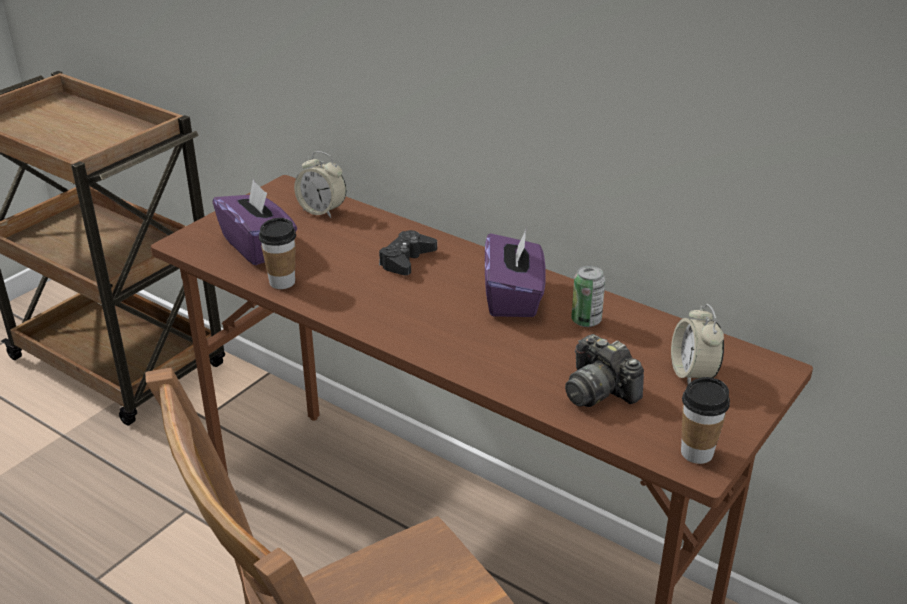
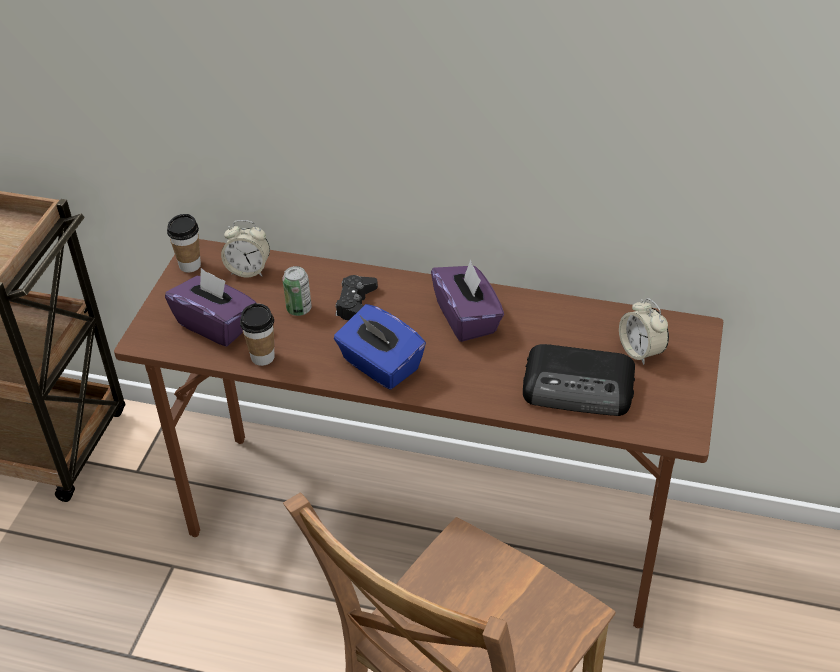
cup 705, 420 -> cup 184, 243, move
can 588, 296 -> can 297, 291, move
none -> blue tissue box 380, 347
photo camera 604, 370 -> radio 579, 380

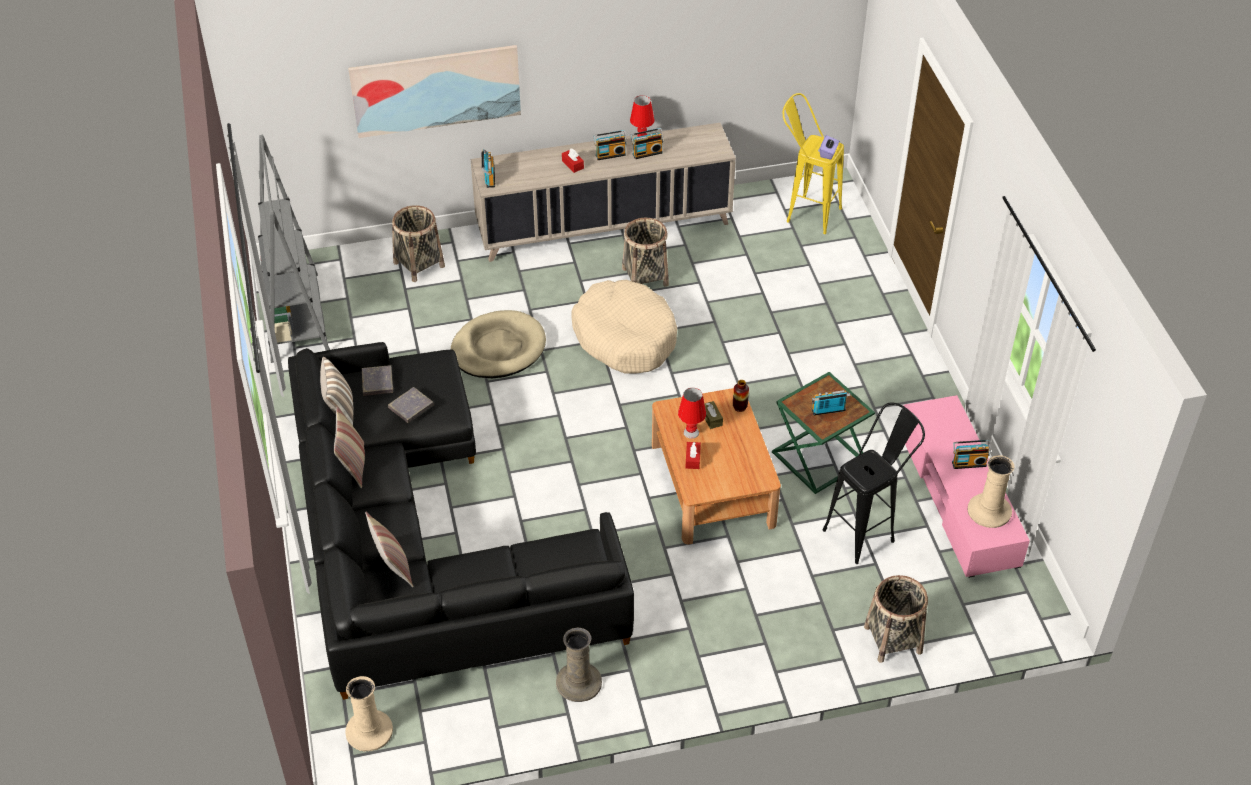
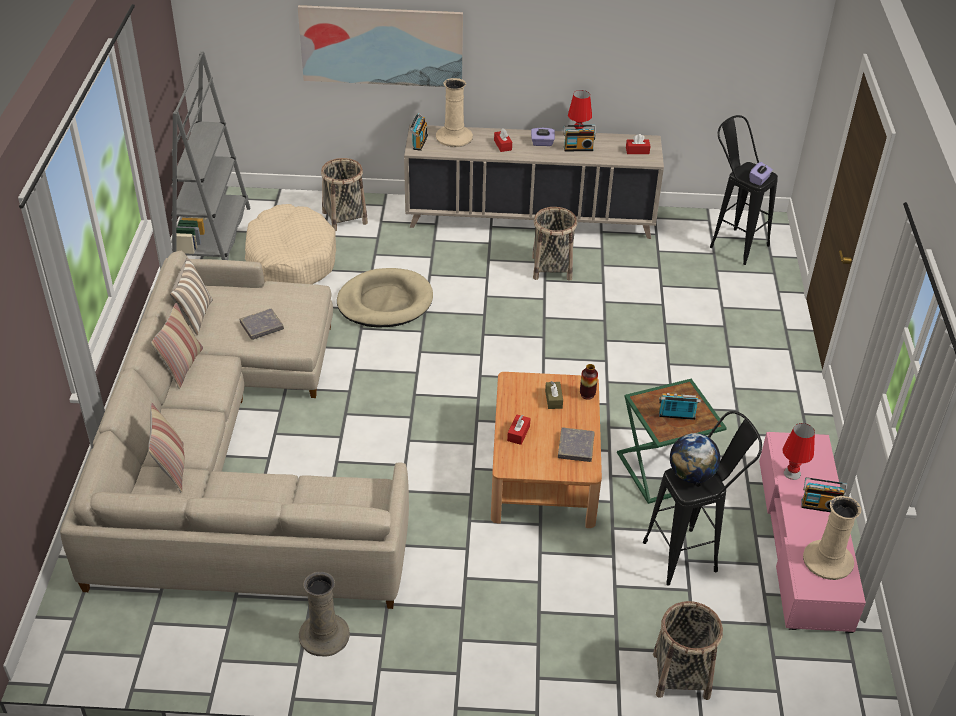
black sofa 461, 521 -> beige sofa 234, 430
beige dog bed 624, 326 -> beige dog bed 290, 244, move
beige vase 369, 714 -> beige vase 454, 112, move
radio 610, 145 -> purple tissue box 543, 137
grey book 377, 380 -> grey book 576, 445, move
none -> red tissue box 638, 144
none -> globe 695, 458
yellow stool 813, 163 -> black stool 744, 190
red table lamp 692, 413 -> red table lamp 798, 451, move

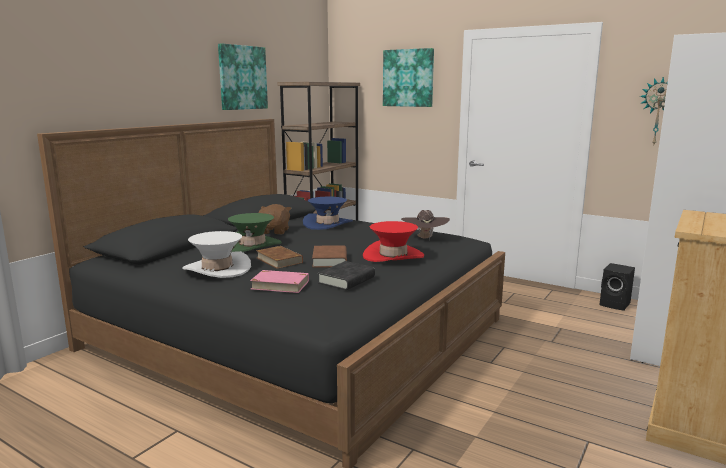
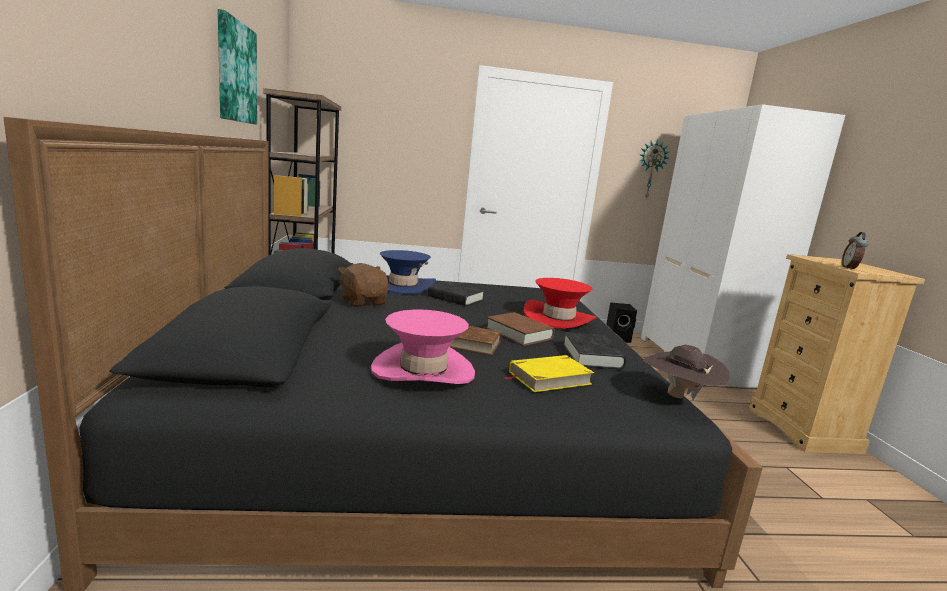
white hat 216, 254 -> pink hat 423, 346
none -> black book 456, 293
pink book 279, 281 -> yellow book 548, 373
brown hat 425, 225 -> brown hat 686, 373, move
none -> alarm clock 855, 251
green hat 255, 232 -> none
picture 408, 77 -> none

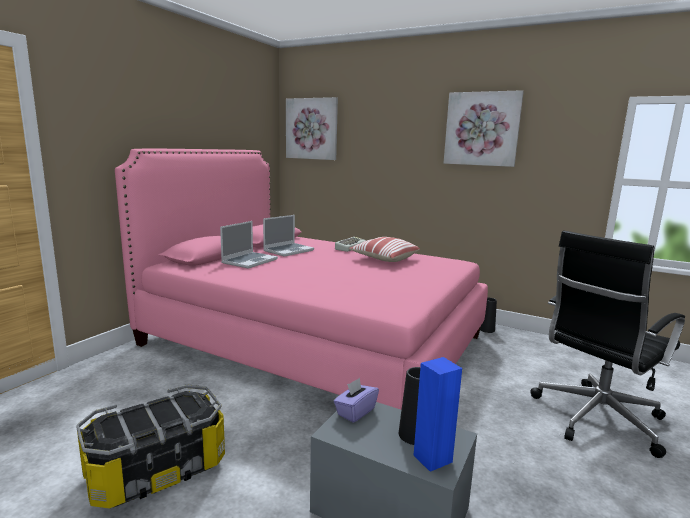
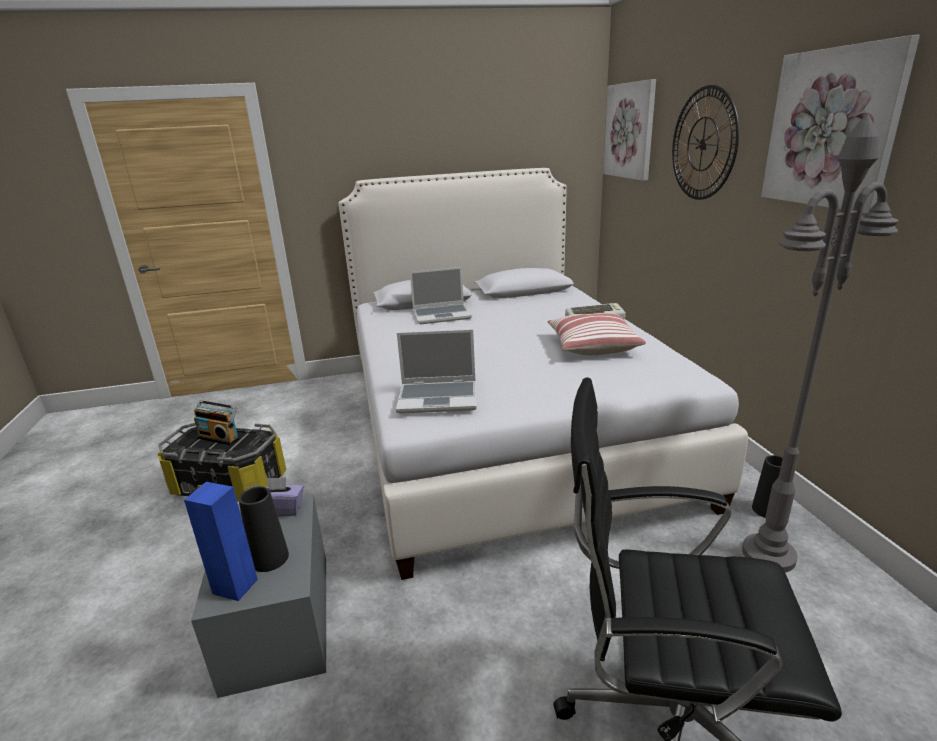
none -> radio 217, 422
pink bed 301, 279 -> white bed 543, 374
laptop 288, 236 -> laptop 436, 371, move
none -> wall clock 705, 142
none -> grey floor lamp 820, 342

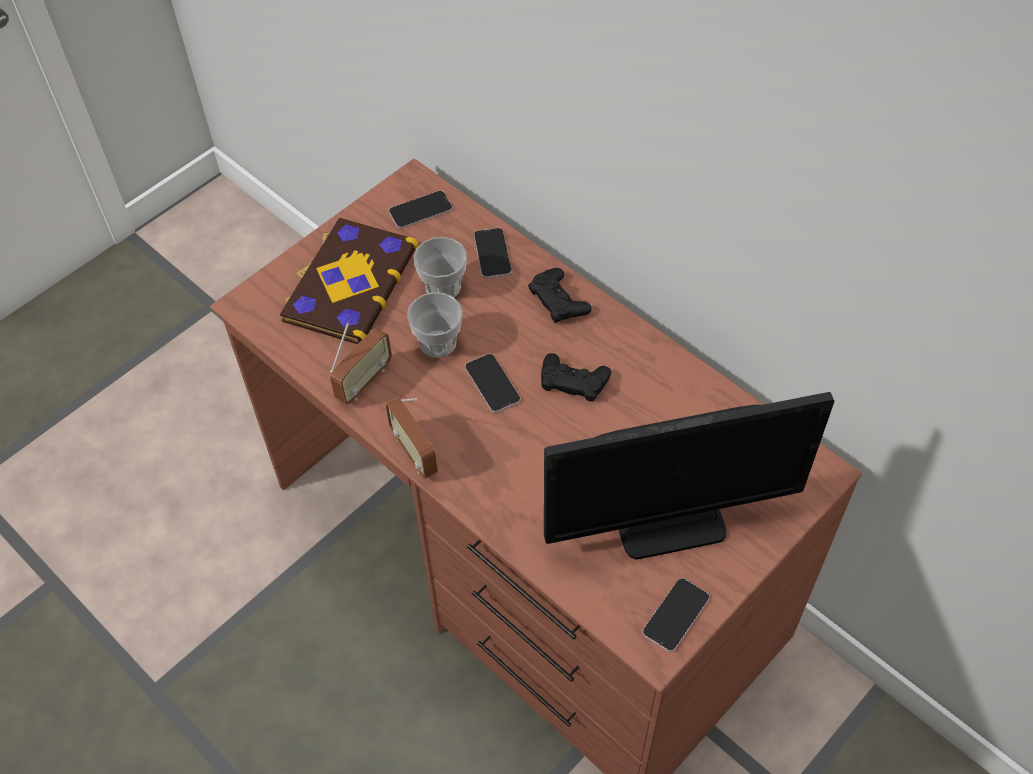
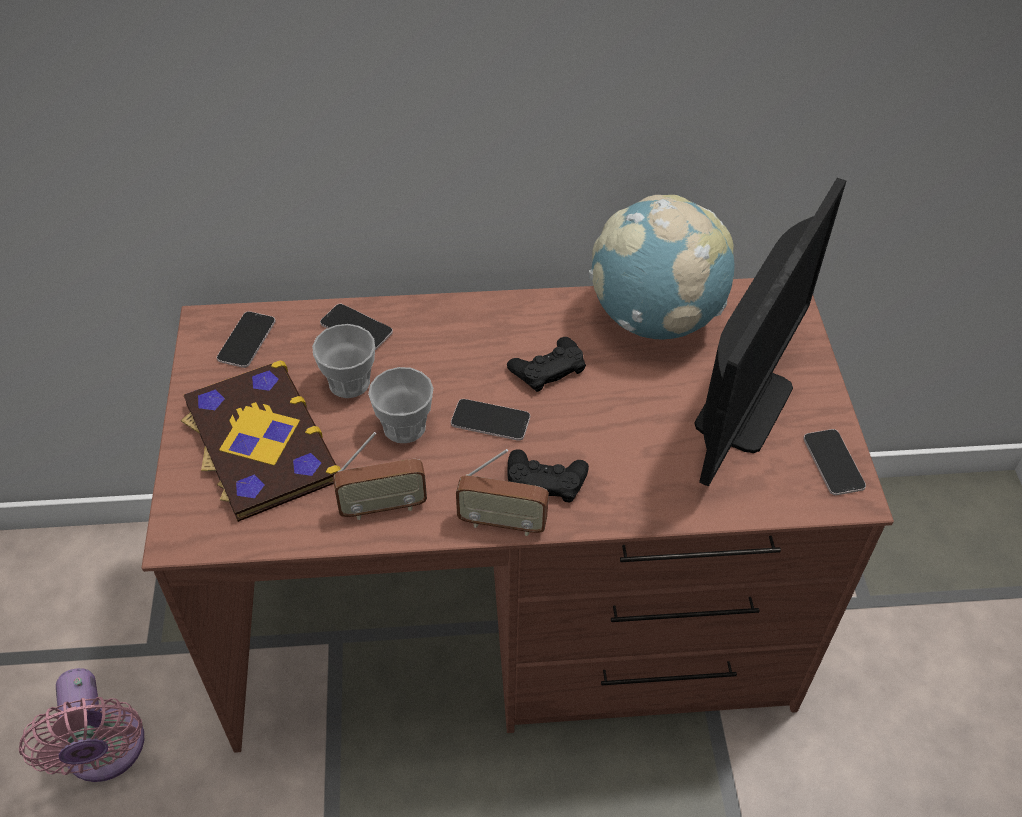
none -> pink fan 81, 725
radio 361, 363 -> radio 380, 476, 90 degrees clockwise
black game controller 560, 295 -> black game controller 548, 475, move
none -> globe 661, 267

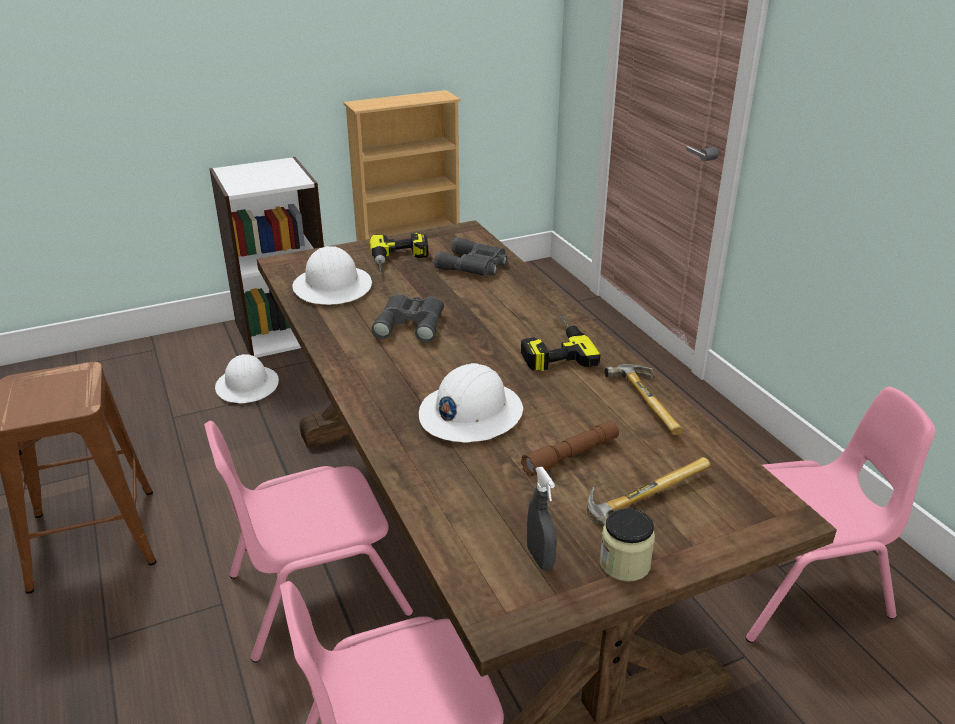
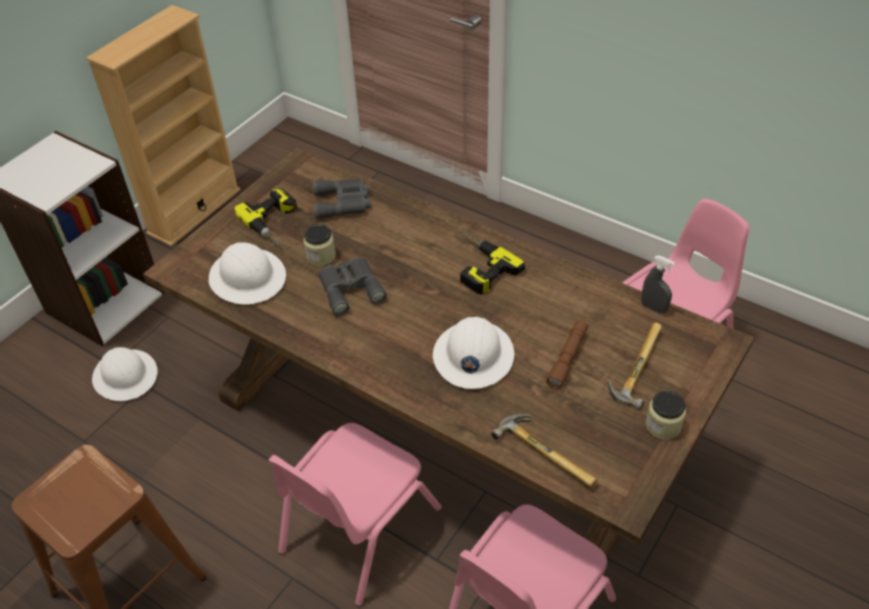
none -> jar 319, 245
hammer 643, 399 -> hammer 544, 450, move
grey spray bottle 542, 519 -> grey spray bottle 658, 285, move

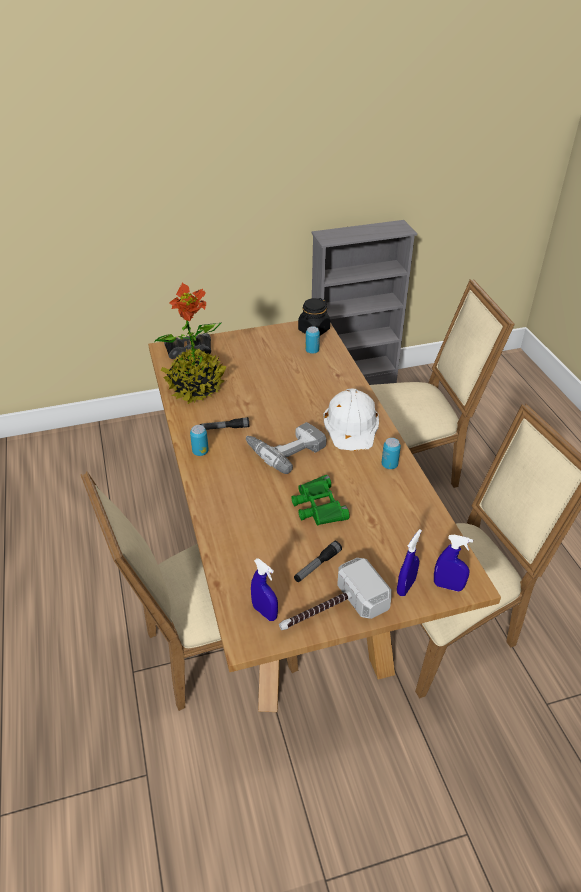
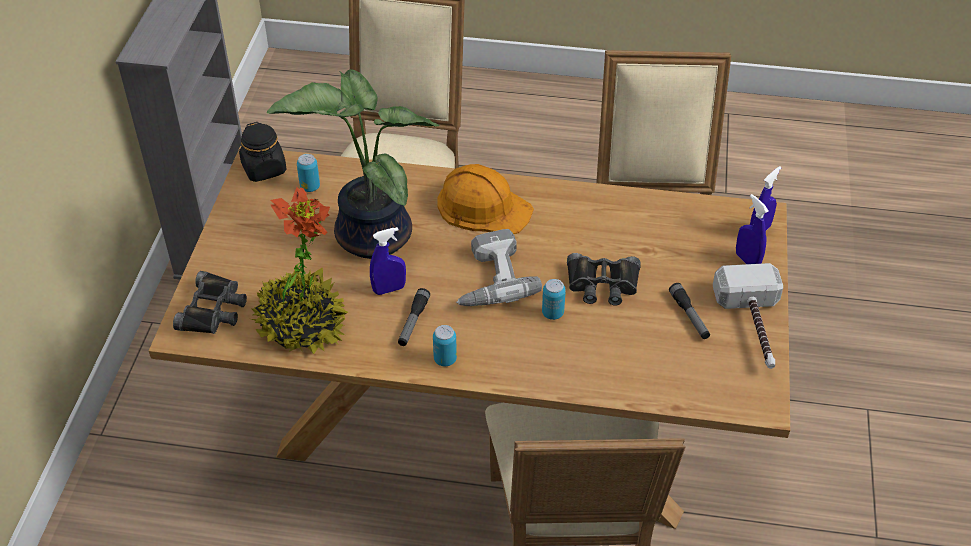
none -> potted plant 353, 164
blue spray bottle 264, 589 -> blue spray bottle 388, 261, move
white hard hat 351, 419 -> orange hard hat 485, 199
can 391, 453 -> can 554, 299, move
green binoculars 320, 500 -> black binoculars 603, 279

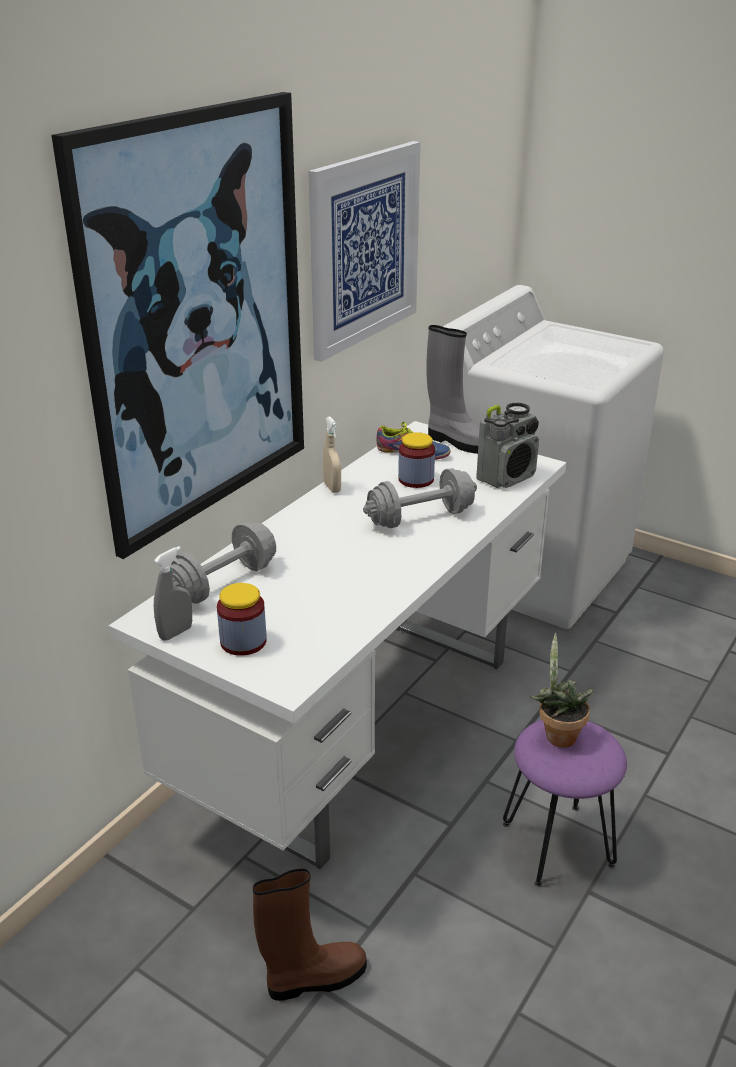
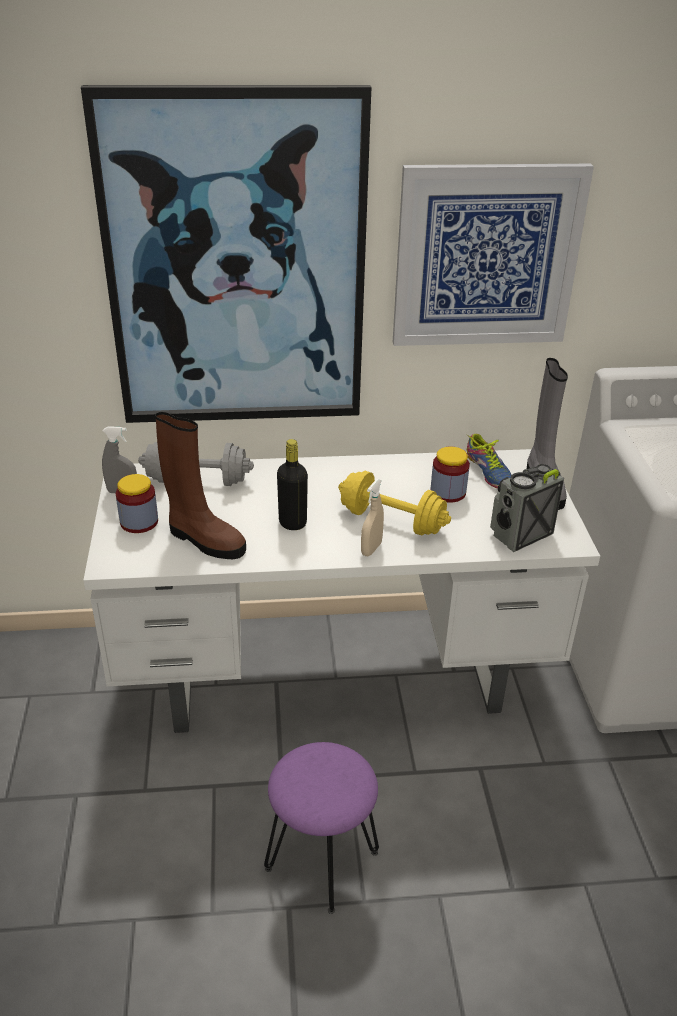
brown boot 310, 934 -> brown boot 200, 485, move
none -> black bottle 292, 484
grey dumbbell 420, 498 -> yellow dumbbell 394, 503
beige spray bottle 332, 454 -> beige spray bottle 372, 517, move
radio 507, 445 -> radio 527, 508, 135 degrees clockwise
potted plant 562, 690 -> none

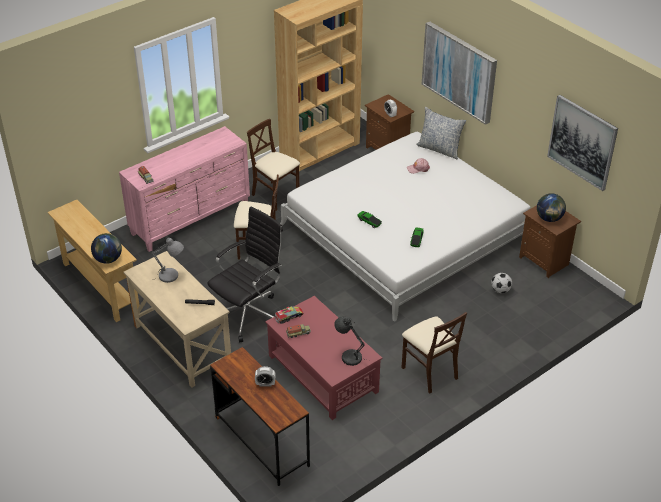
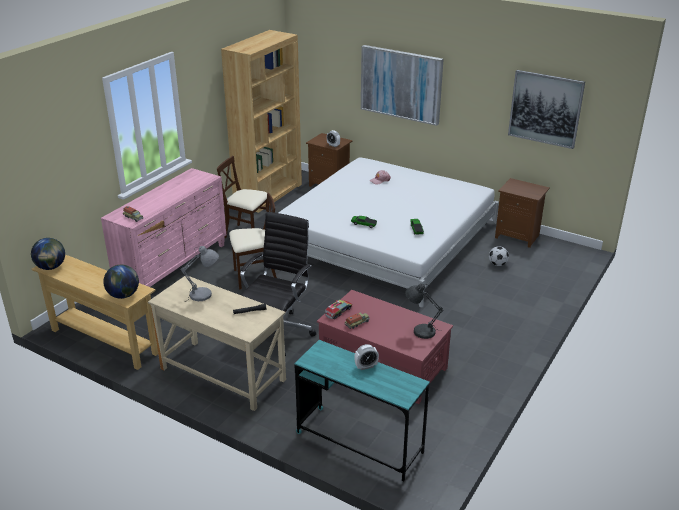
globe 551, 207 -> globe 48, 254, move
brown desk 260, 416 -> turquoise desk 362, 410
beige chair 434, 352 -> none
pillow 441, 133 -> none

